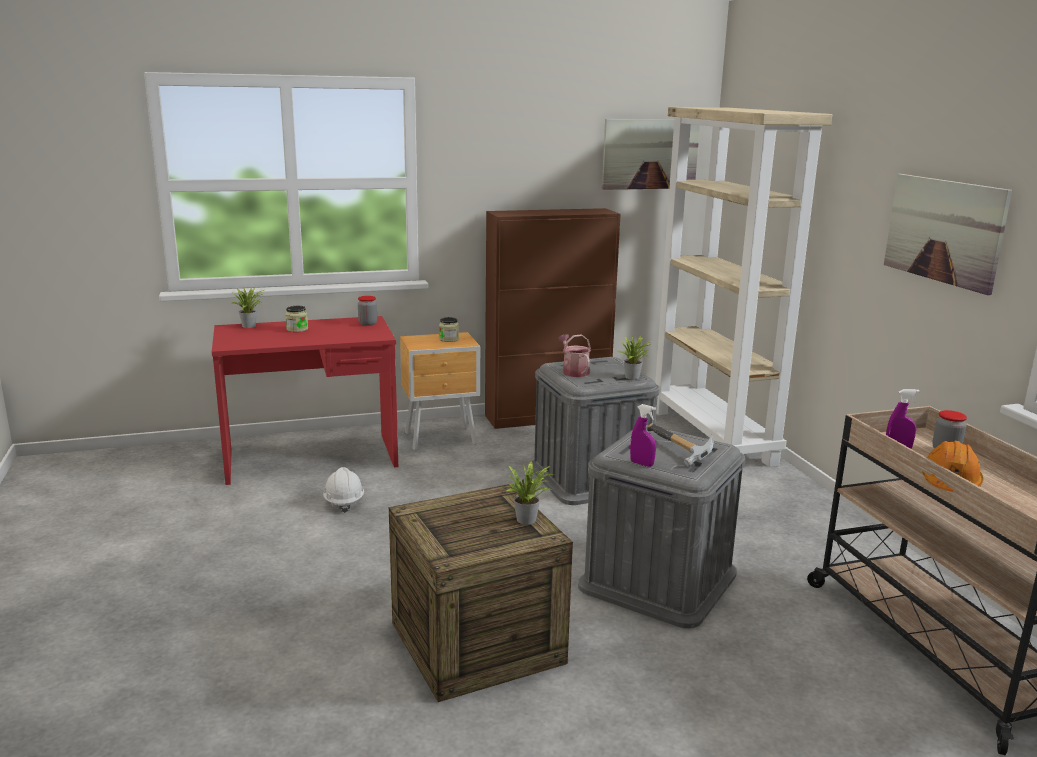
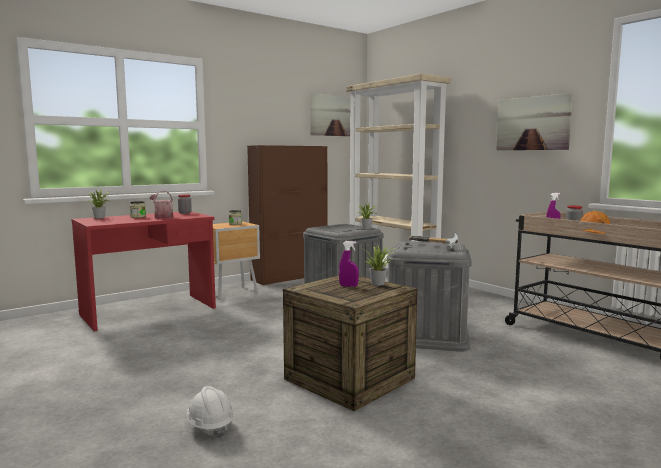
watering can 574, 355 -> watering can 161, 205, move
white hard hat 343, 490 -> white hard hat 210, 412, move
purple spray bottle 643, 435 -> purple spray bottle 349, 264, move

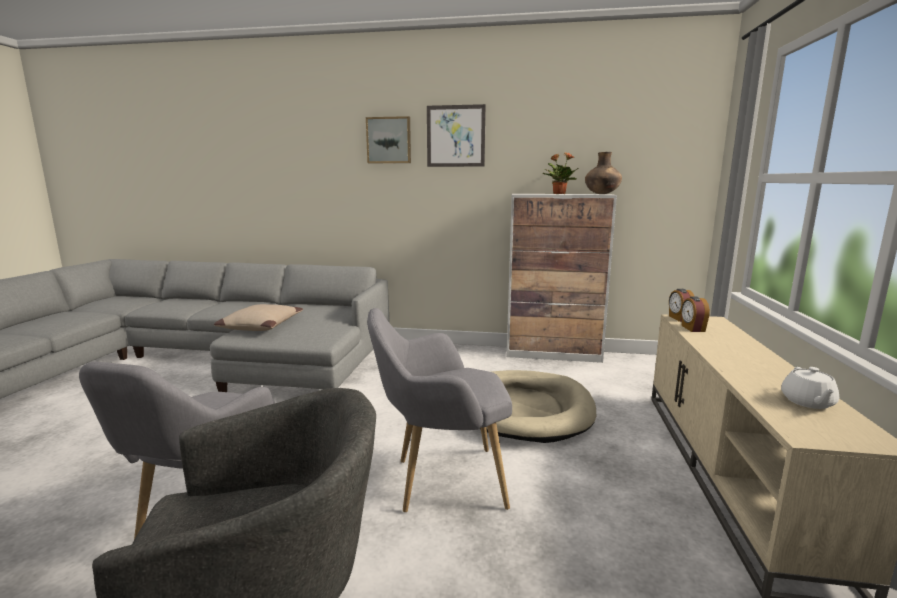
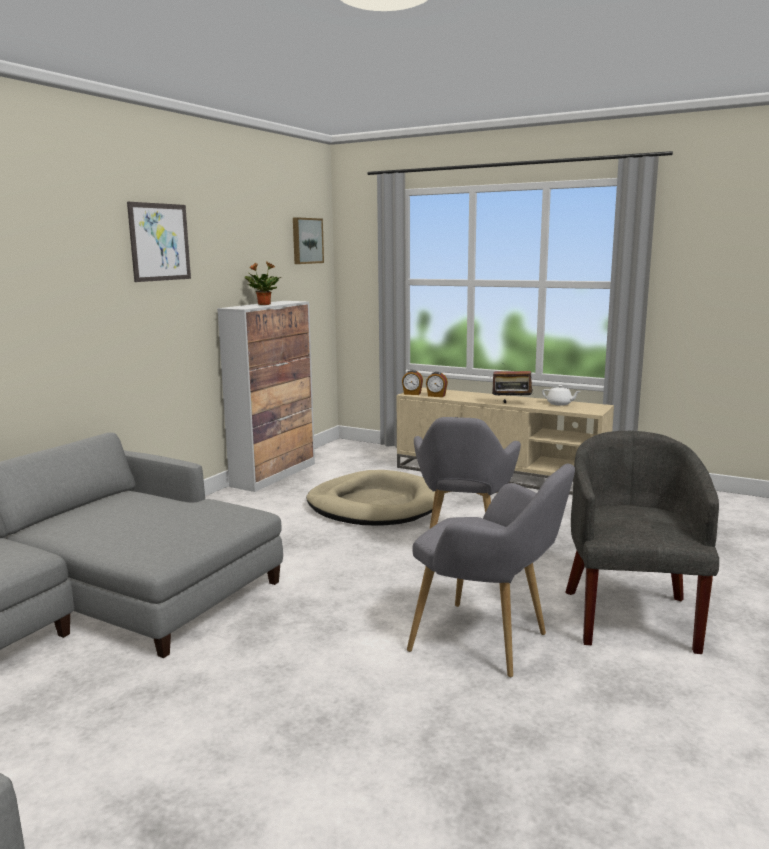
picture 388, 139 -> picture 308, 240, move
none -> radio 513, 382
beige pillow 258, 317 -> none
brown vase 603, 173 -> none

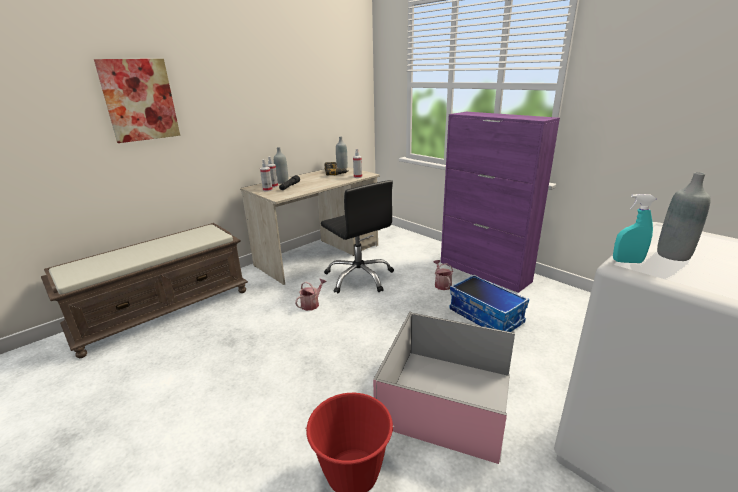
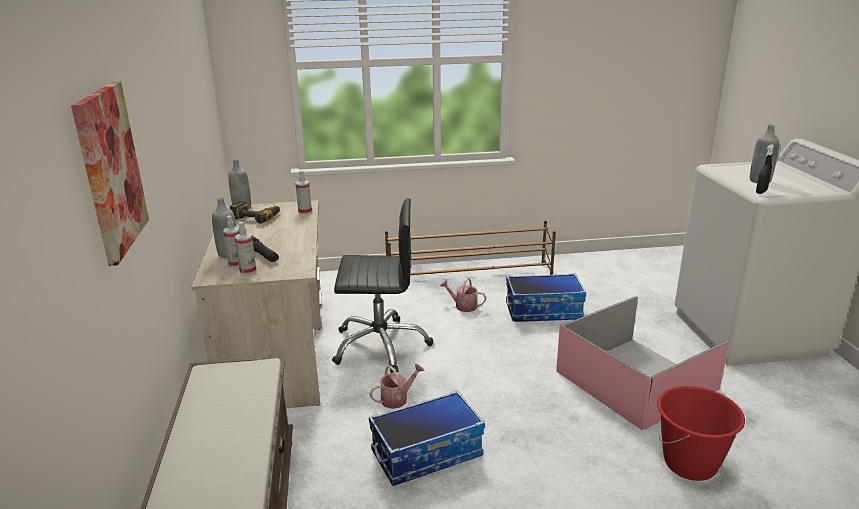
none -> storage box 427, 438
watering can 311, 294 -> watering can 397, 386, 75 degrees clockwise
purple cabinet 500, 202 -> brown shoe rack 470, 248
turquoise spray bottle 634, 228 -> black spray bottle 765, 169

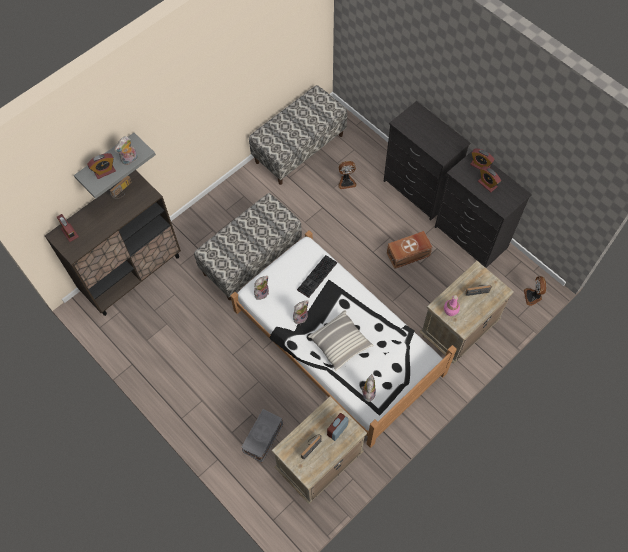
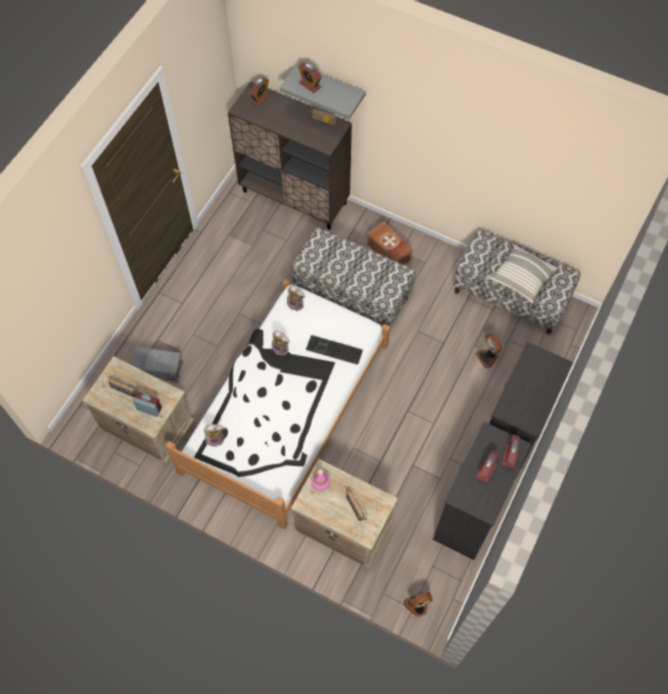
brown storage box 409, 250 -> brown storage box 390, 243, move
pillow 340, 340 -> pillow 524, 274, move
plush toy 126, 150 -> none

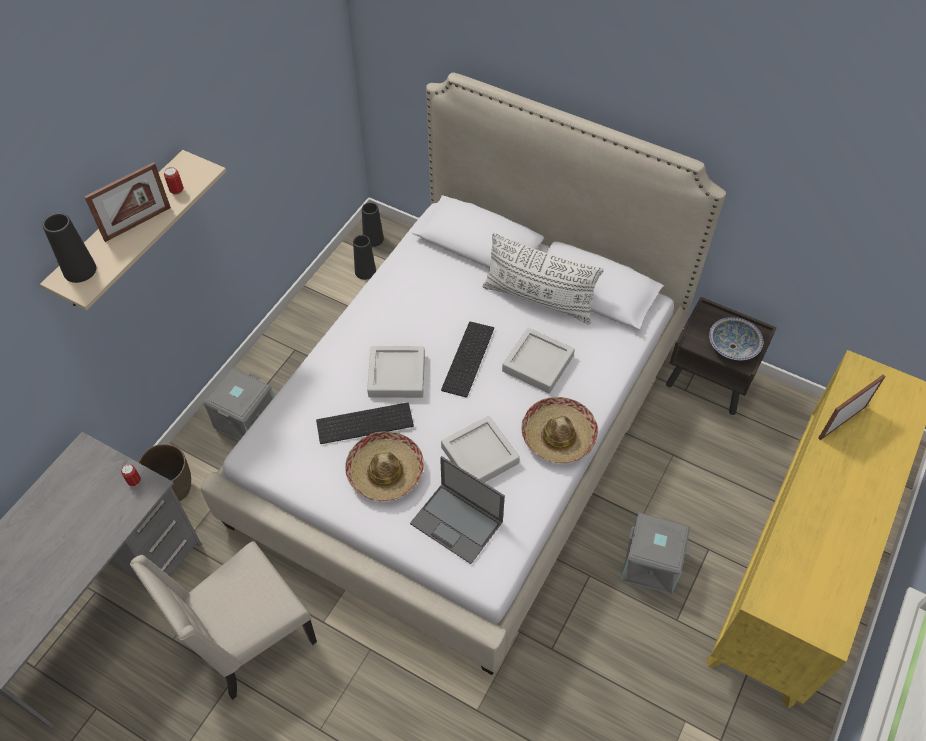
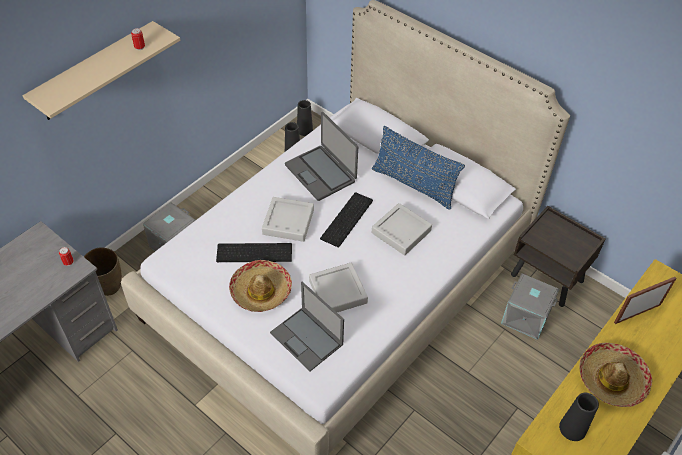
none -> laptop 321, 156
white pillow 543, 279 -> blue pillow 418, 168
grey storage box 656, 553 -> grey storage box 530, 306, move
black vase 69, 248 -> black vase 579, 417, move
hat 560, 430 -> hat 616, 375, move
picture frame 127, 202 -> none
beige chair 223, 620 -> none
bowl 736, 338 -> none

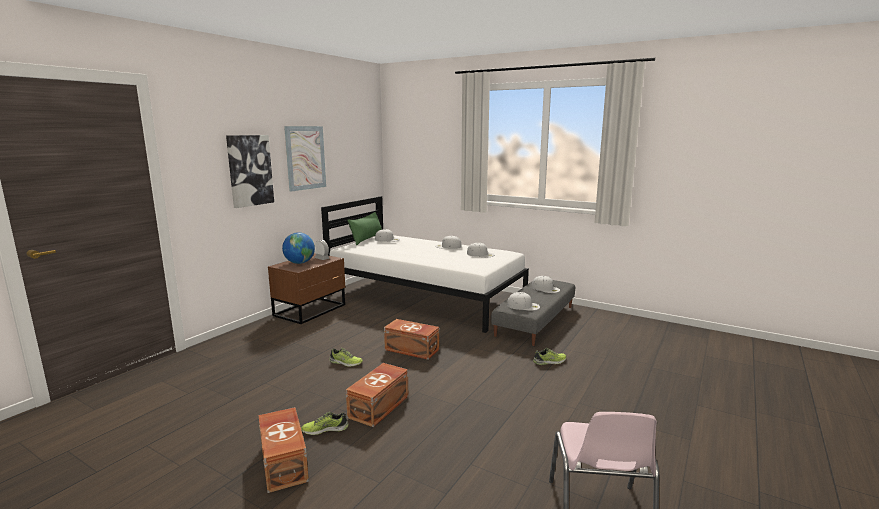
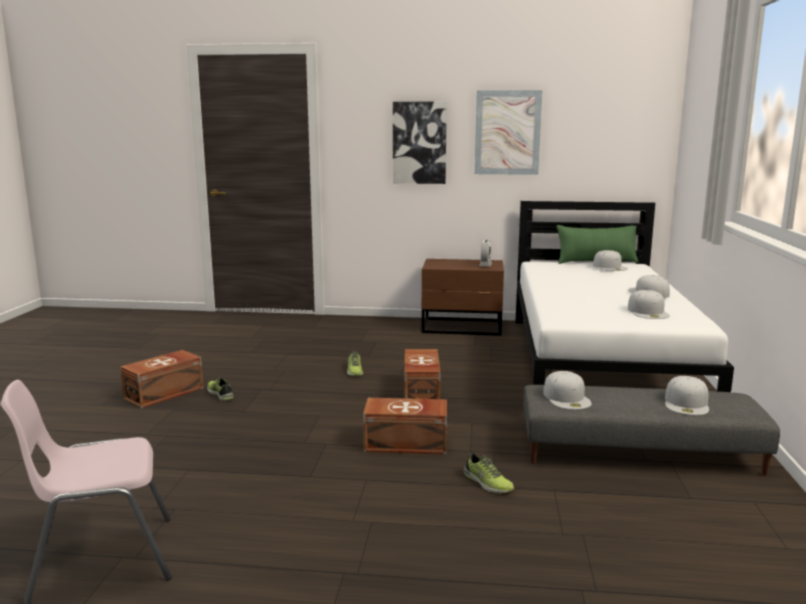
brown storage box 377, 395 -> brown storage box 405, 426, move
globe 298, 248 -> none

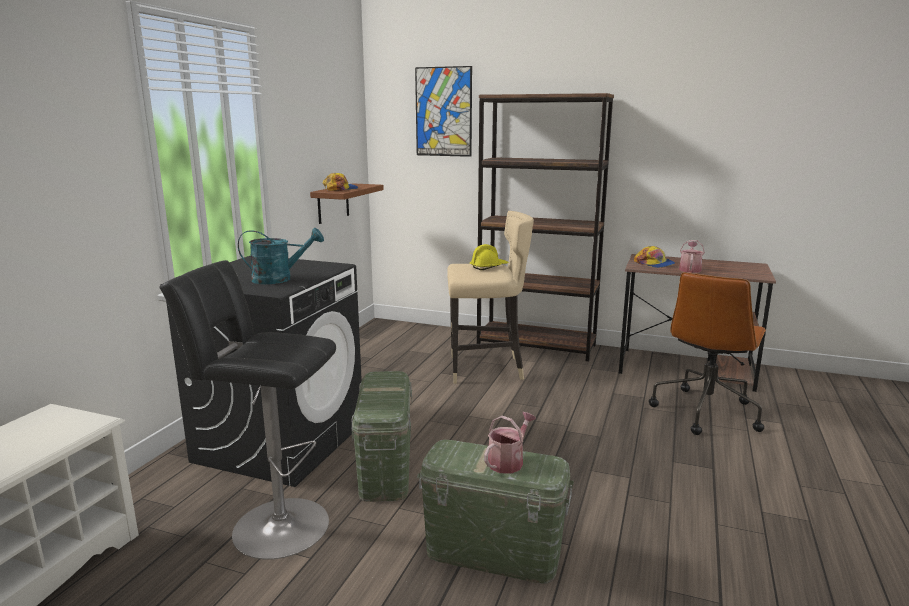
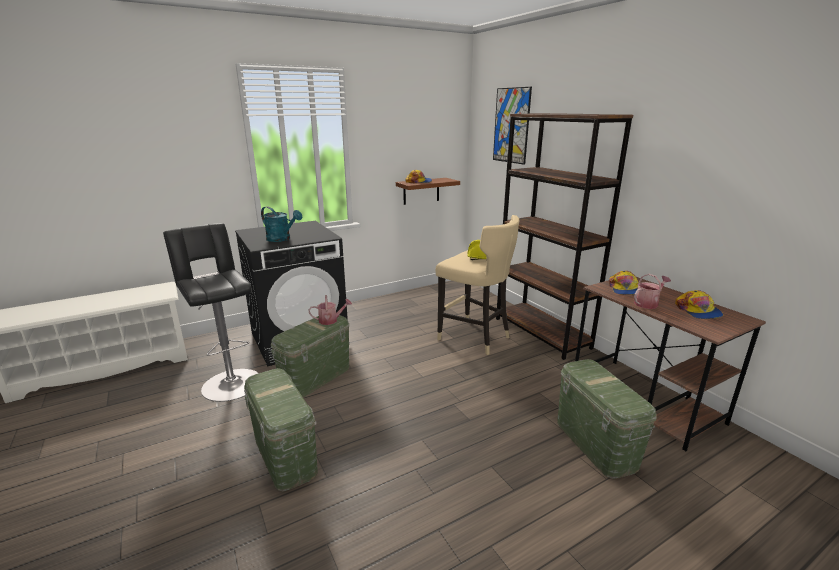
watering can 510, 443 -> watering can 330, 310, move
brown office chair 707, 353 -> green storage box 607, 419
none -> cap 699, 304

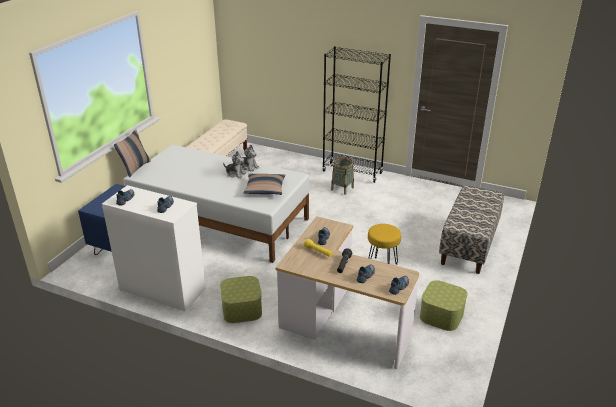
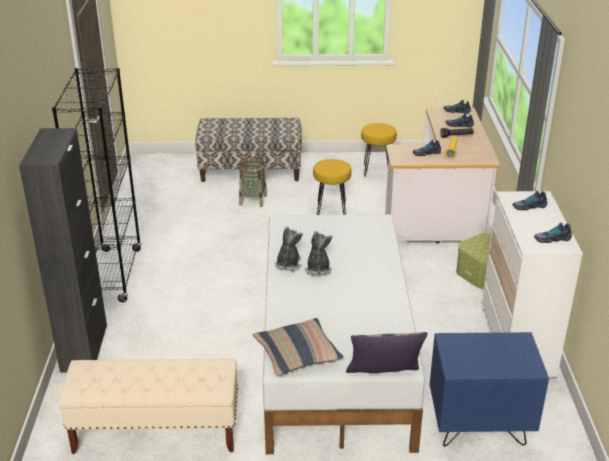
none -> black cabinet 63, 250
basket 342, 176 -> basket 252, 182, move
pillow 264, 184 -> pillow 298, 347, move
storage box 444, 305 -> yellow stool 379, 150

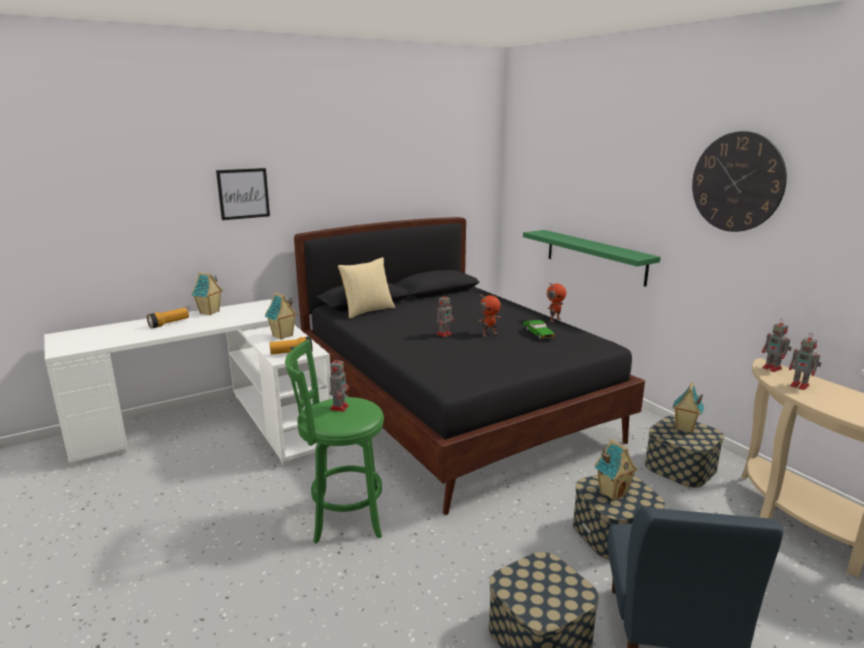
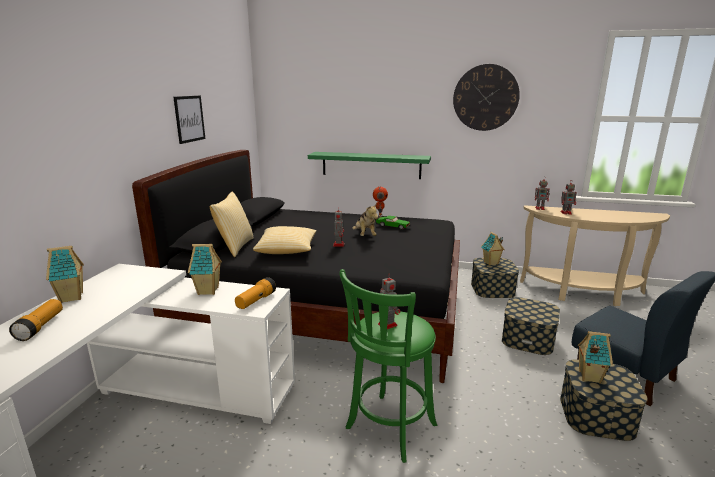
picture 243, 194 -> picture 189, 120, move
none -> pillow 285, 240
toy robot 490, 315 -> plush toy 365, 219
toy house 616, 470 -> toy house 595, 357, move

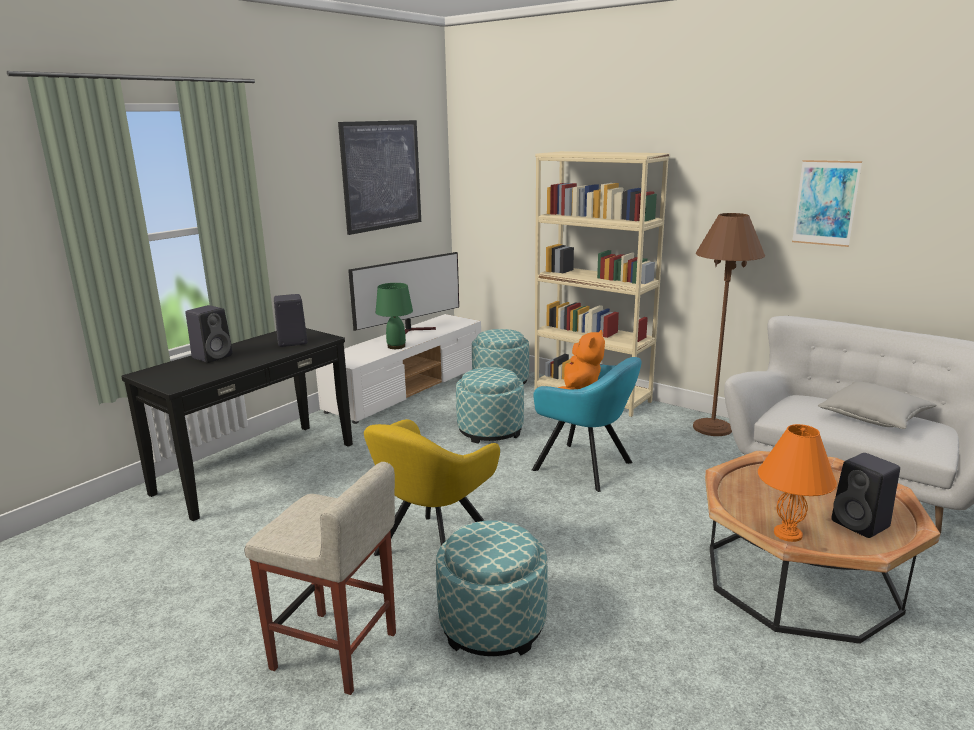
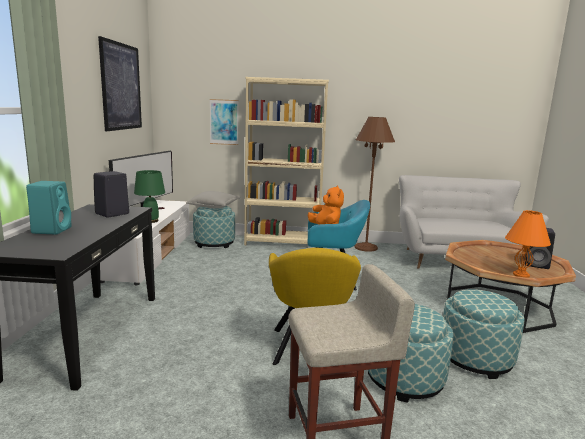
black speaker 209, 334 -> turquoise speaker 49, 207
grey pillow 877, 405 -> grey pillow 213, 199, move
picture 827, 203 -> picture 224, 122, move
ottoman 490, 405 -> ottoman 484, 334, move

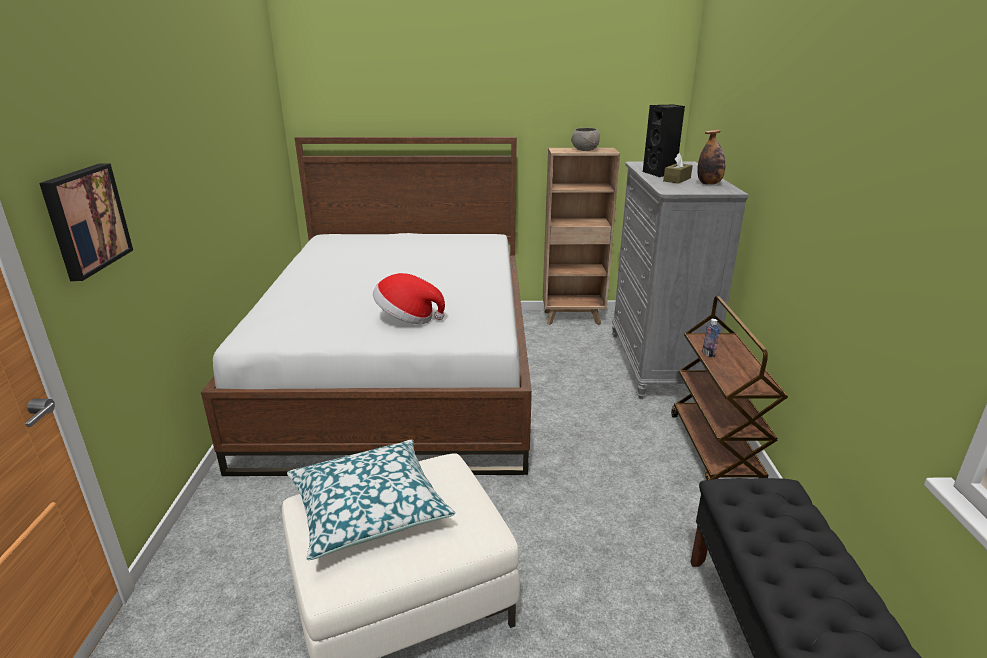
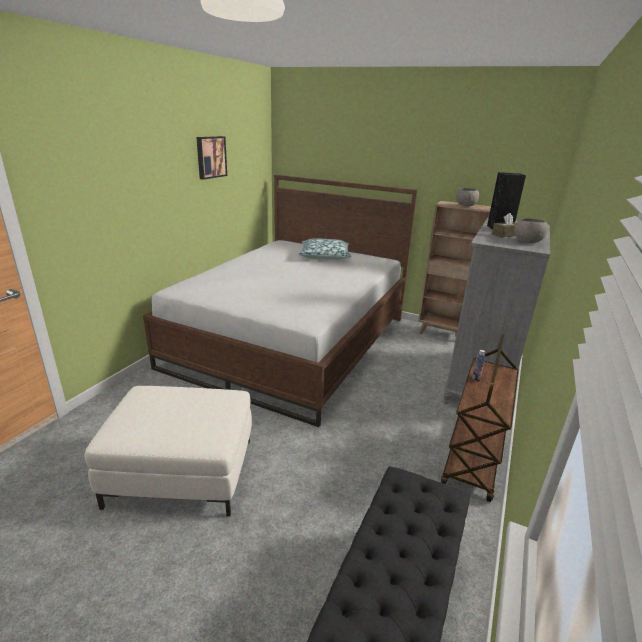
picture 86, 222 -> picture 211, 158, move
pillow 371, 500 -> pillow 325, 249, move
bottle 711, 157 -> grey bowl 531, 230
hat 409, 298 -> none

